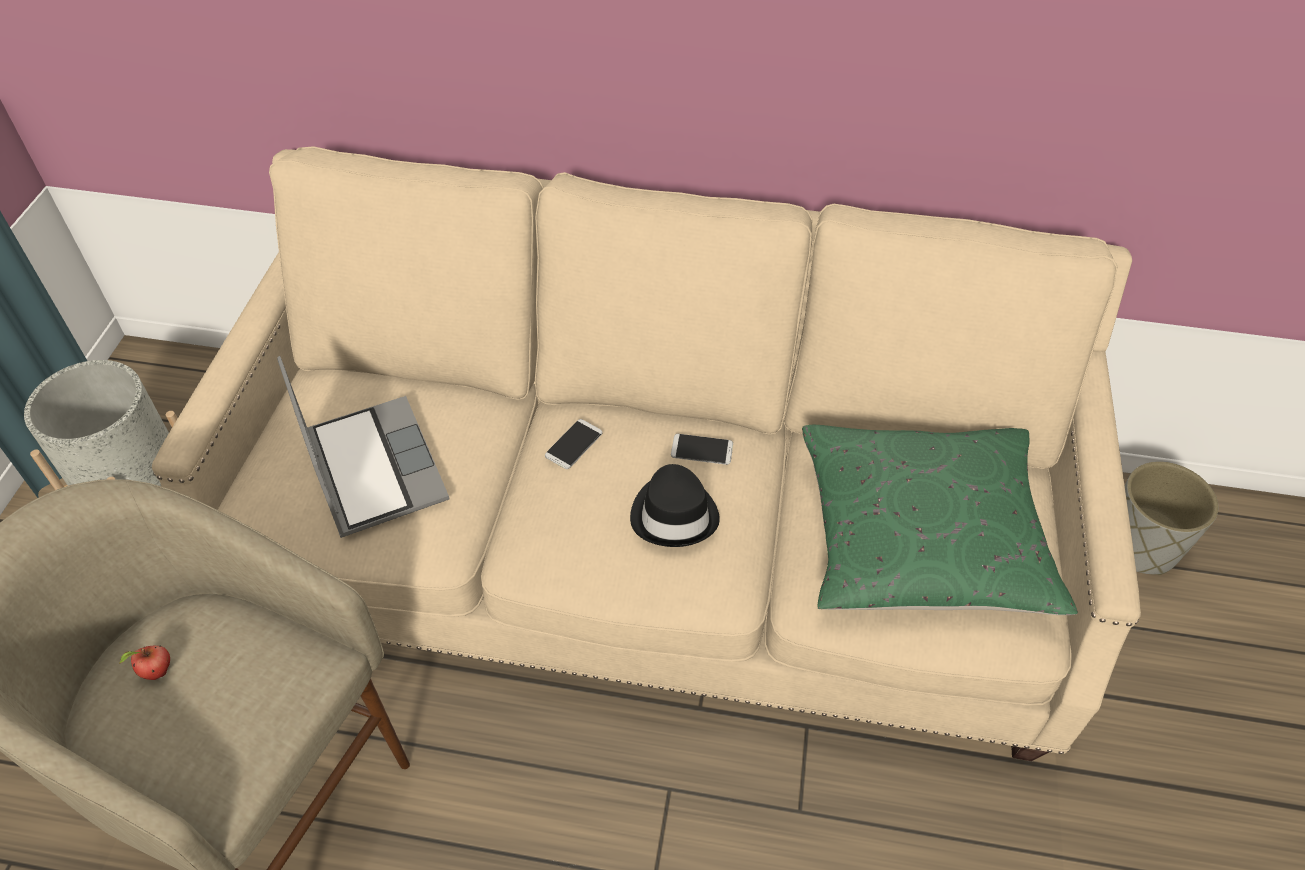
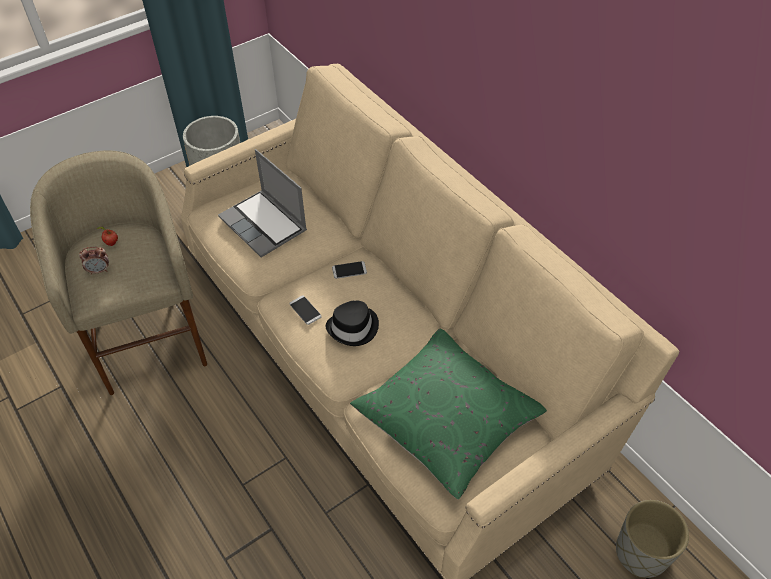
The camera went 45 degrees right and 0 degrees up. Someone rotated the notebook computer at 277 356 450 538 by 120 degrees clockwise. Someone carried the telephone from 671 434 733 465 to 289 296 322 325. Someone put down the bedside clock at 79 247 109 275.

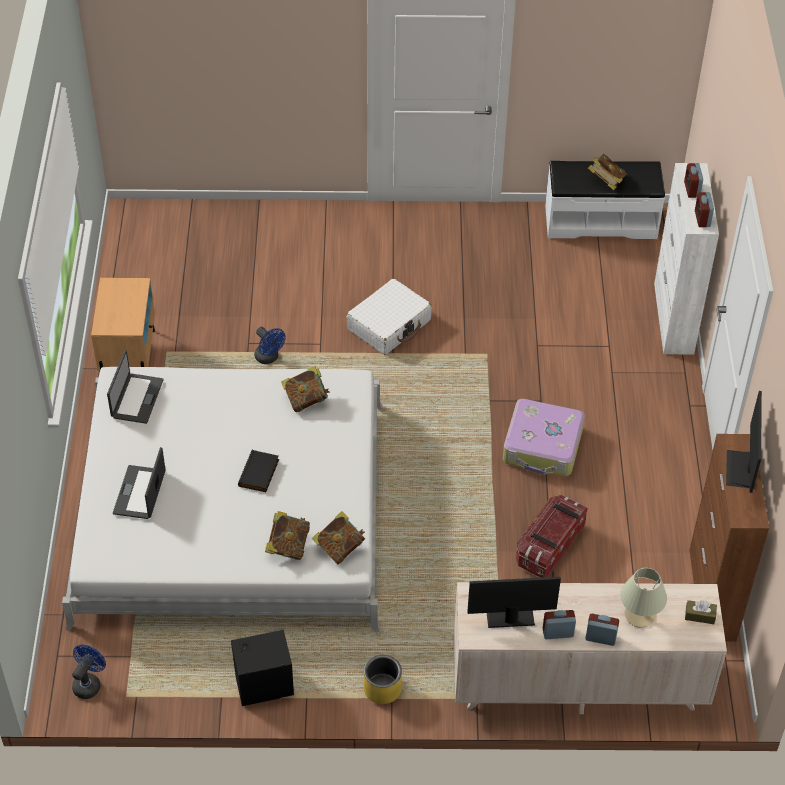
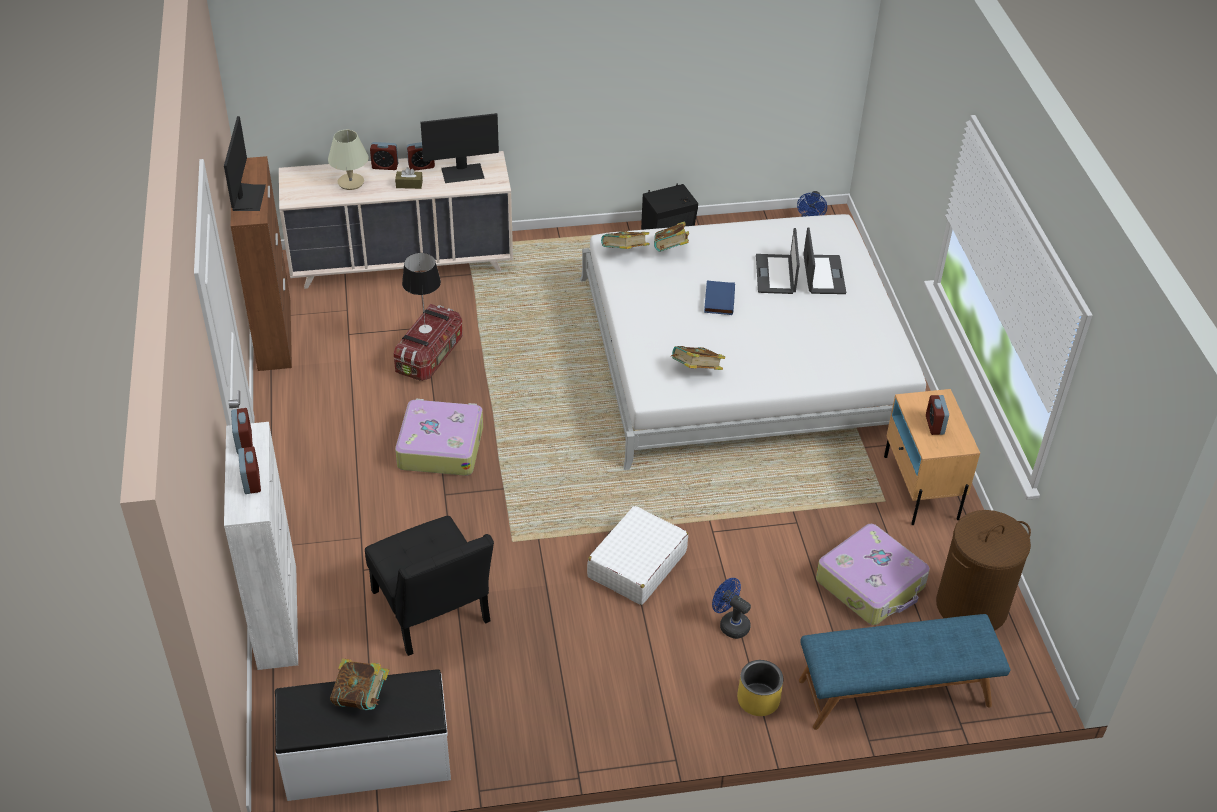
The camera went 170 degrees right and 5 degrees down. Someone carried the cooling fan in blue-coloured from 254 327 286 364 to 712 578 751 639. Someone carried the notebook computer from 107 350 163 424 to 756 228 800 294. Someone repainted the bound book in black at 238 450 279 492, which became the bound book in blue-coloured at 704 281 735 315. Someone carried the tissue holder in brown from 685 600 717 624 to 395 167 423 189. Someone carried the flower pot in yellowish from 364 655 402 704 to 737 660 783 716. Someone put down the tabletop lamp at 402 253 441 333. Someone put down the bedside clock at 926 395 949 435. Someone put down the hamper in brown at 936 510 1031 631. Someone put down the chair in black at 365 516 494 656. Someone put down the piece of luggage at 816 524 930 625. Someone put down the long seat in blue-coloured at 799 614 1010 730.

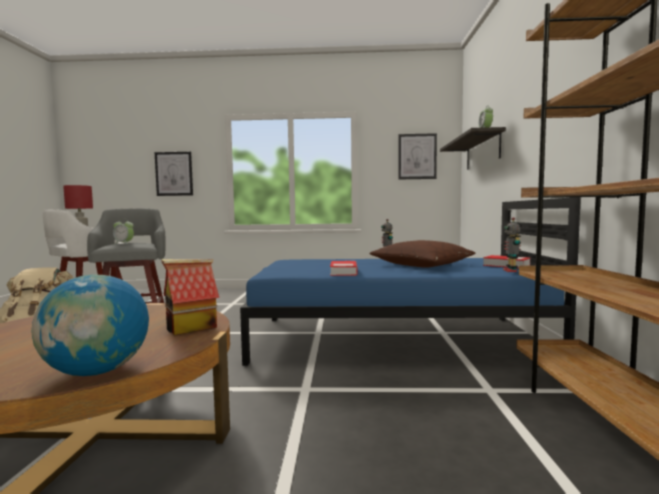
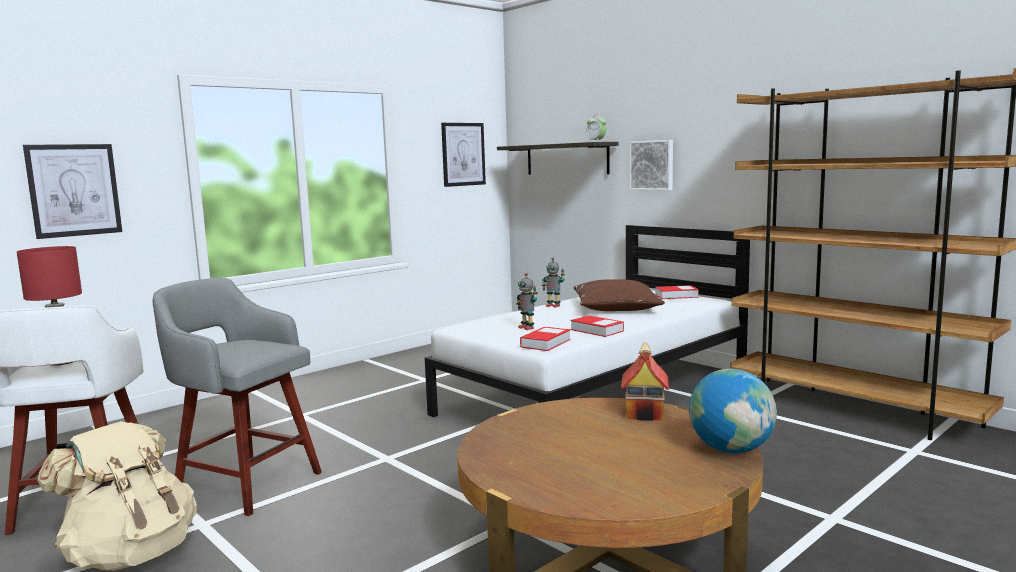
The camera went 45 degrees left and 5 degrees up. Someone repainted the bedroom bed in blue-coloured at 240 197 581 366, which became the bedroom bed in white at 425 225 750 417. Someone carried the toy robot from 503 217 521 272 to 516 273 538 330. Someone took away the bedside clock at 113 219 134 244. Someone put up the wall picture at 629 140 673 191. Someone put down the bound book at 520 327 571 351.

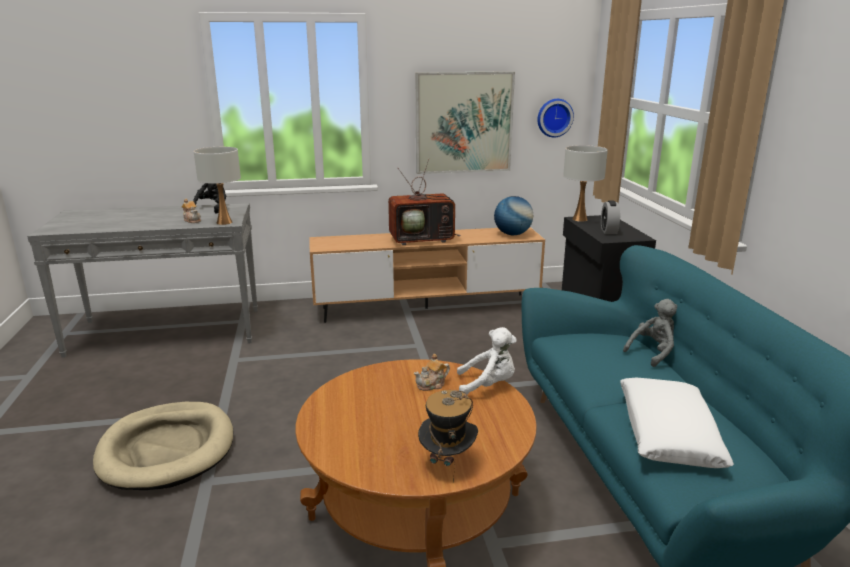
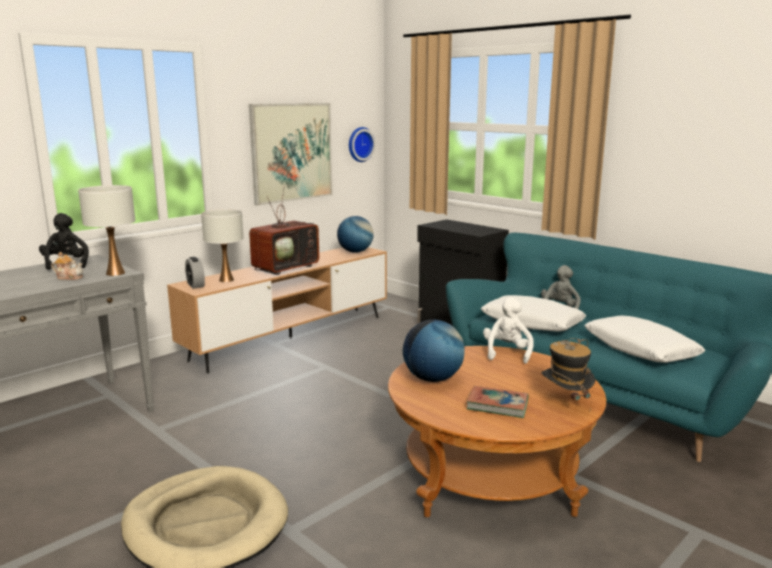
The camera went 35 degrees left and 5 degrees down. Someone carried the tabletop lamp in white from 563 145 608 222 to 201 209 244 282. Someone carried the bedside clock from 601 200 620 234 to 185 257 205 289. Someone rotated the soft toy in white at 457 327 517 394 by 45 degrees counterclockwise. Someone took away the tea pot at 414 354 450 391. Someone put down the throw pillow in white at 481 295 587 331. Someone put down the globe at 403 320 465 382. Someone put down the bound book at 467 386 529 418.

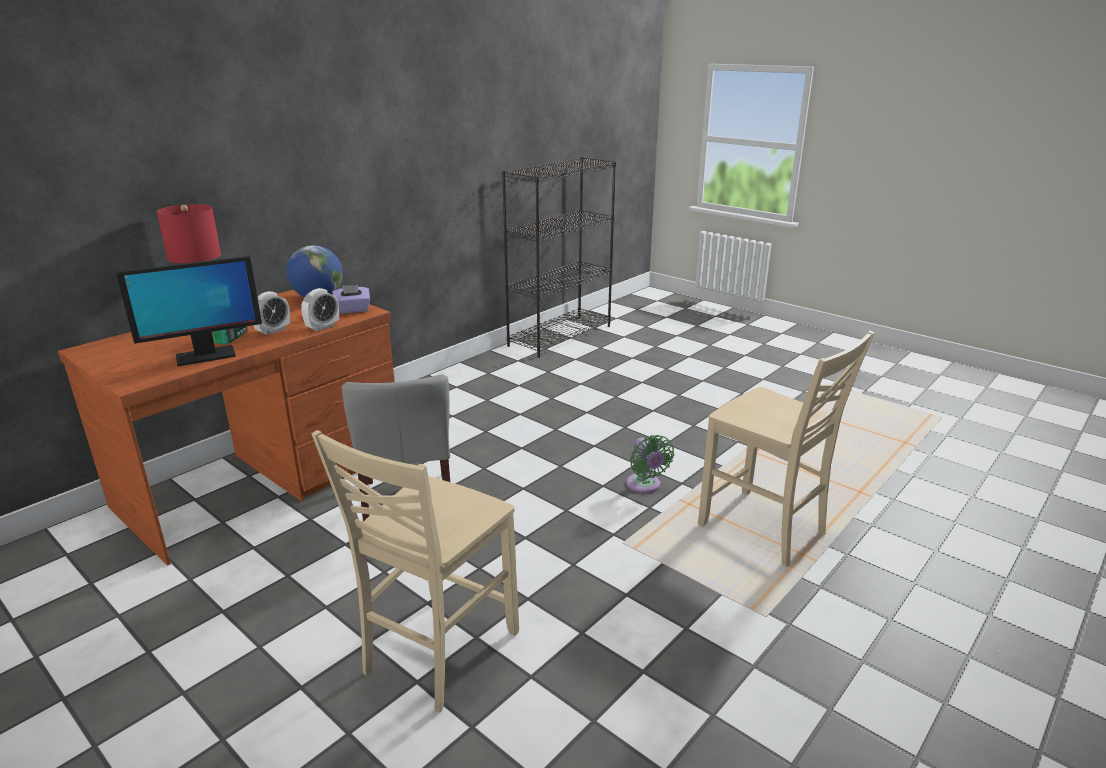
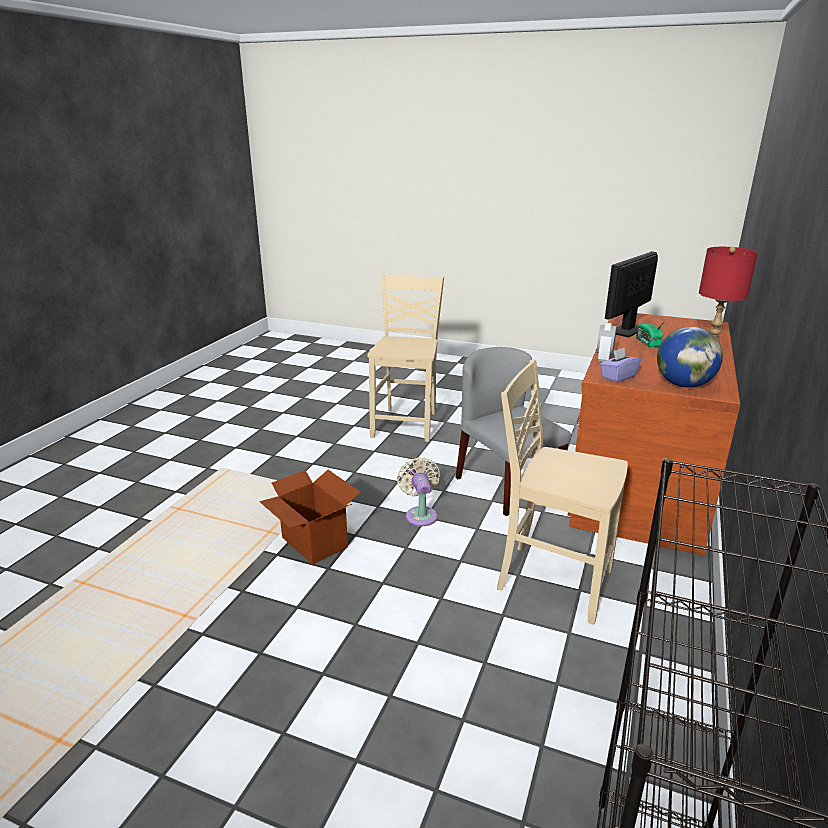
The camera went 160 degrees right and 0 degrees up. Someone took away the bedside clock at 254 291 290 335. Someone carried the chair in sand-coloured from 698 331 875 567 to 497 360 628 624. Someone swapped the cooling fan in green at 626 435 674 494 for the cardboard box at 259 470 361 565. Someone put down the cooling fan in sand-coloured at 397 457 440 526.

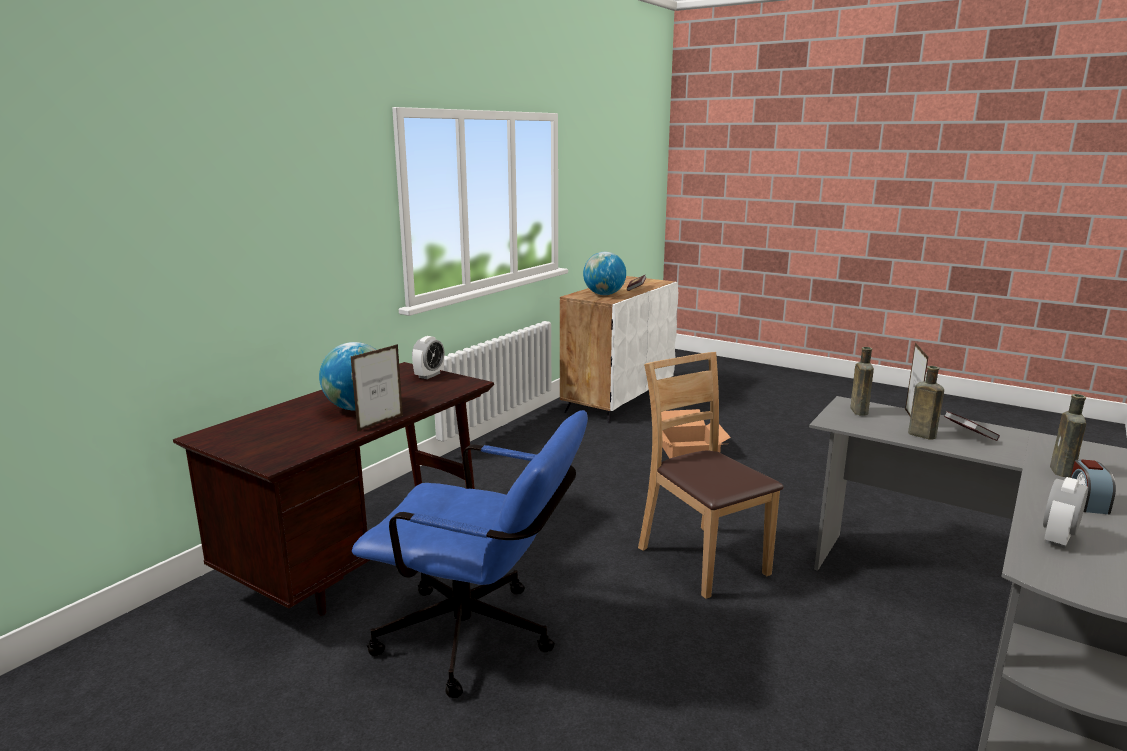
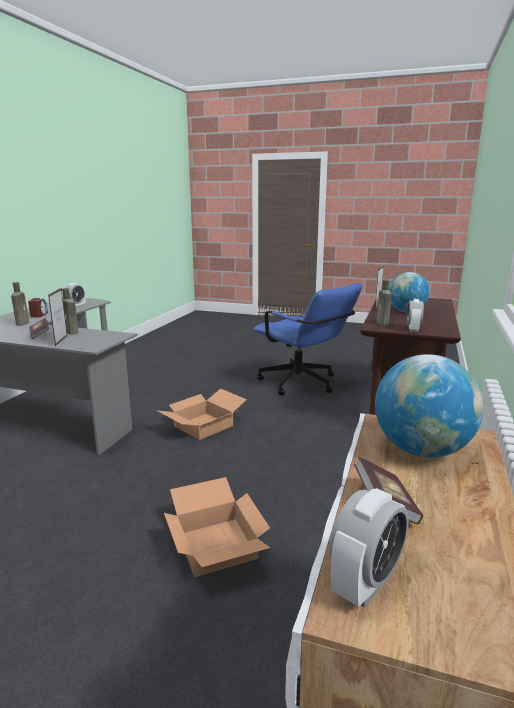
The camera went 165 degrees right and 0 degrees up. Someone carried the drink bottle in brown from 851 347 874 416 to 376 279 392 325. Someone swapped the chair in brown at 638 352 783 599 for the cardboard box at 156 389 247 440. Someone rotated the desk chair in blue-coloured at 352 410 588 698 by 135 degrees counterclockwise. Someone put down the bedside clock at 329 488 409 607.

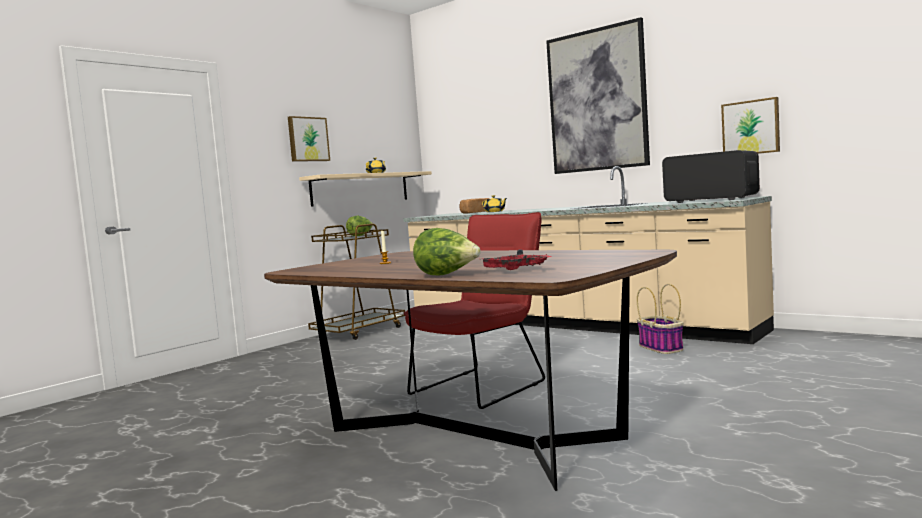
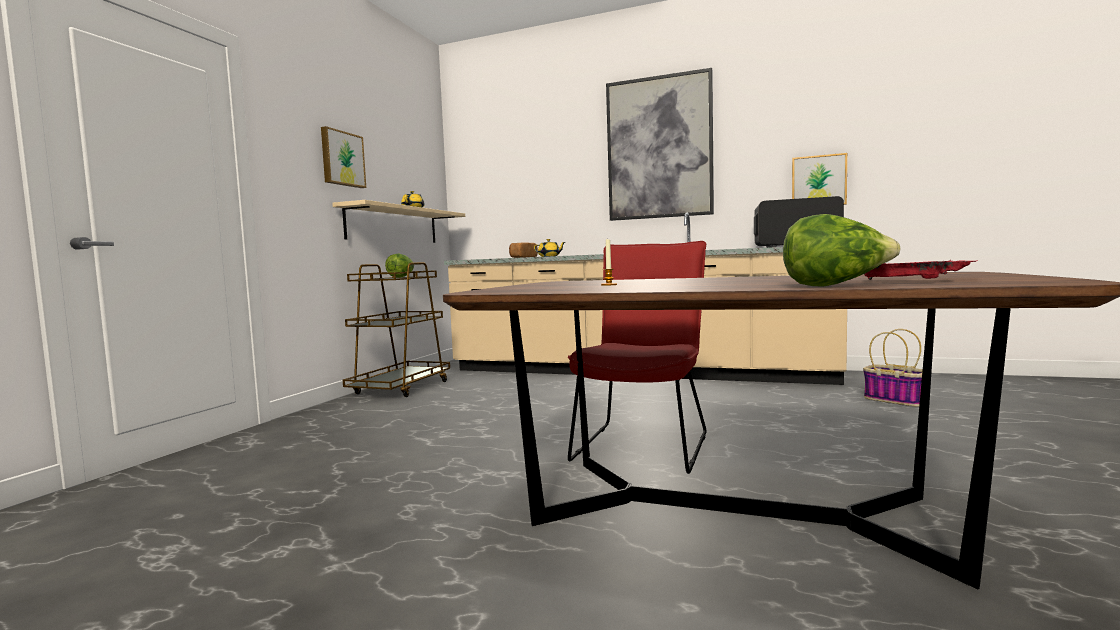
The camera went 20 degrees left and 0 degrees up. Someone carried the household basket from 637 284 683 354 to 863 329 923 407.

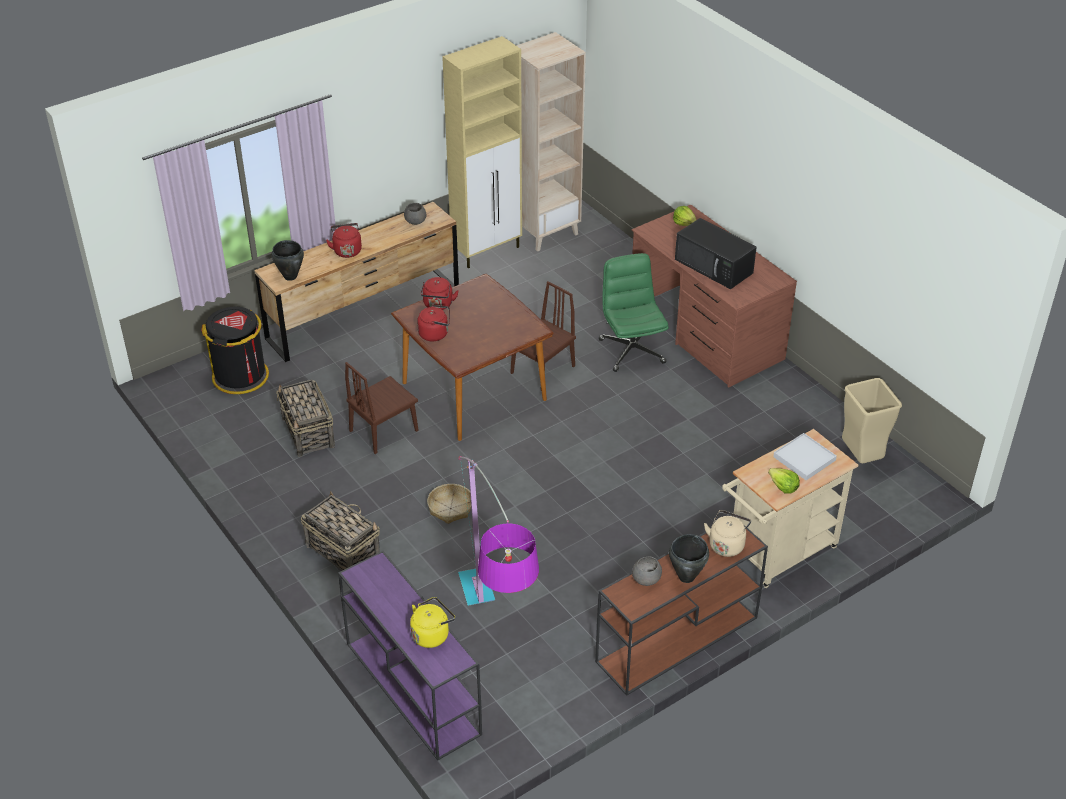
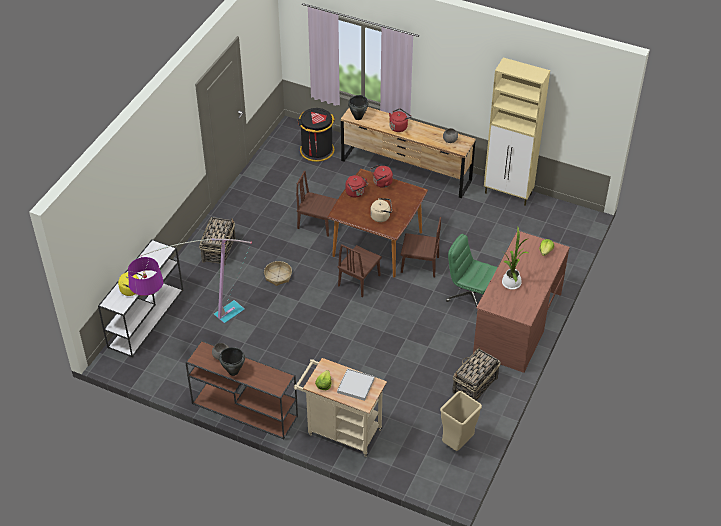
The camera went 60 degrees right and 5 degrees up. Someone took away the shelving unit in sand-coloured at 516 32 586 252. Someone swapped the microwave in black at 675 218 757 289 for the potted plant at 502 228 529 290. Someone rotated the desk chair in green at 599 253 669 372 by 105 degrees counterclockwise. Someone carried the household basket from 276 379 335 457 to 452 347 501 401. Someone carried the tea kettle in sand-coloured from 704 510 751 557 to 370 198 392 222. Someone repainted the narrow table in purple-coloured at 338 551 482 761, which became the narrow table in white at 98 239 183 357. Someone put down the chair in brown at 338 244 382 297.

